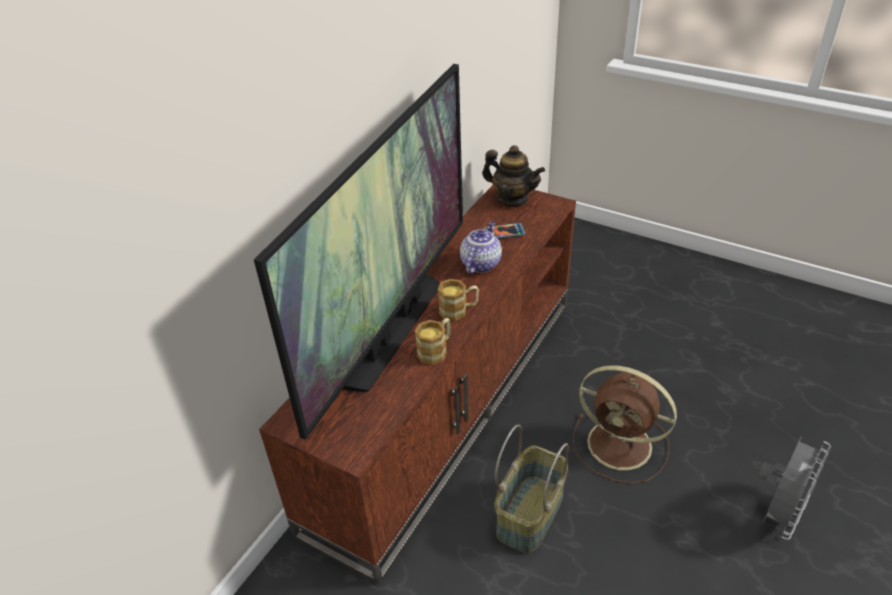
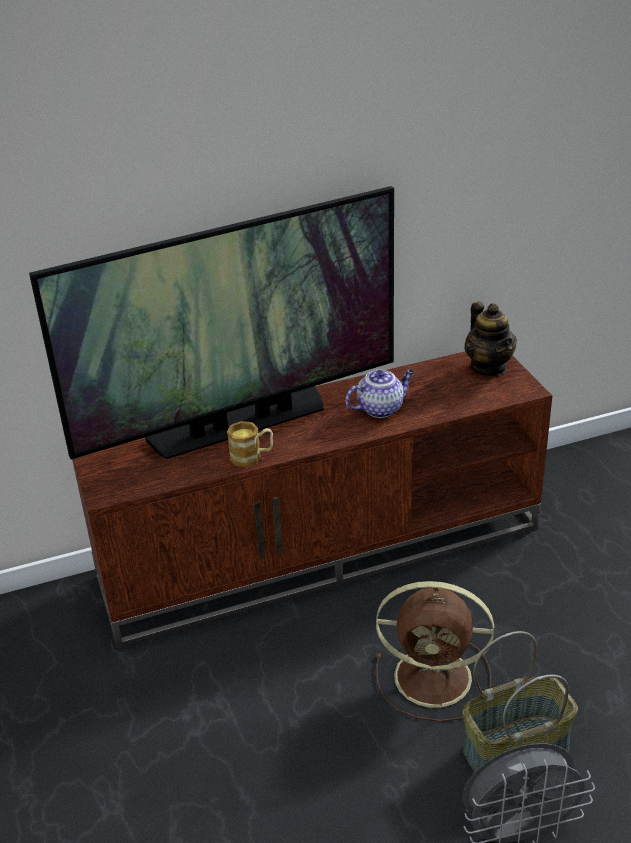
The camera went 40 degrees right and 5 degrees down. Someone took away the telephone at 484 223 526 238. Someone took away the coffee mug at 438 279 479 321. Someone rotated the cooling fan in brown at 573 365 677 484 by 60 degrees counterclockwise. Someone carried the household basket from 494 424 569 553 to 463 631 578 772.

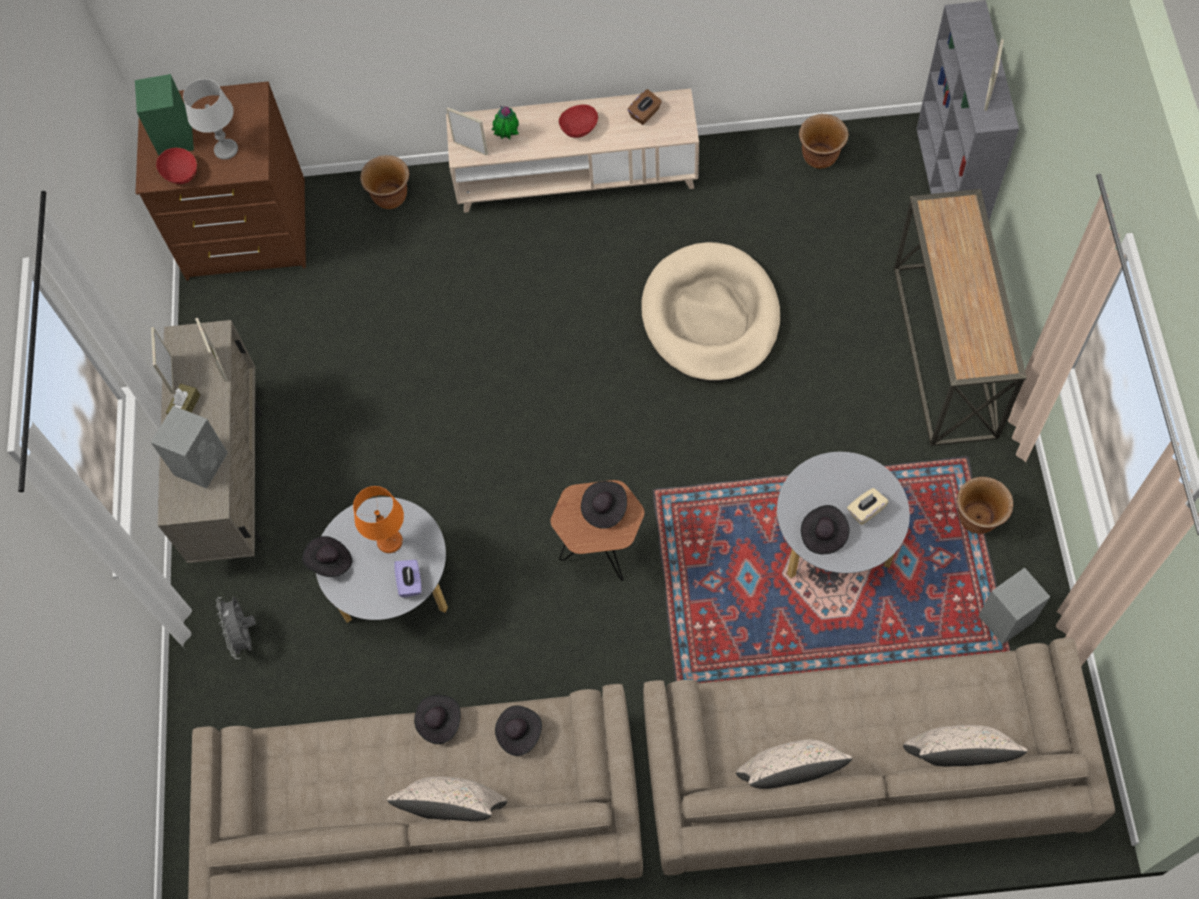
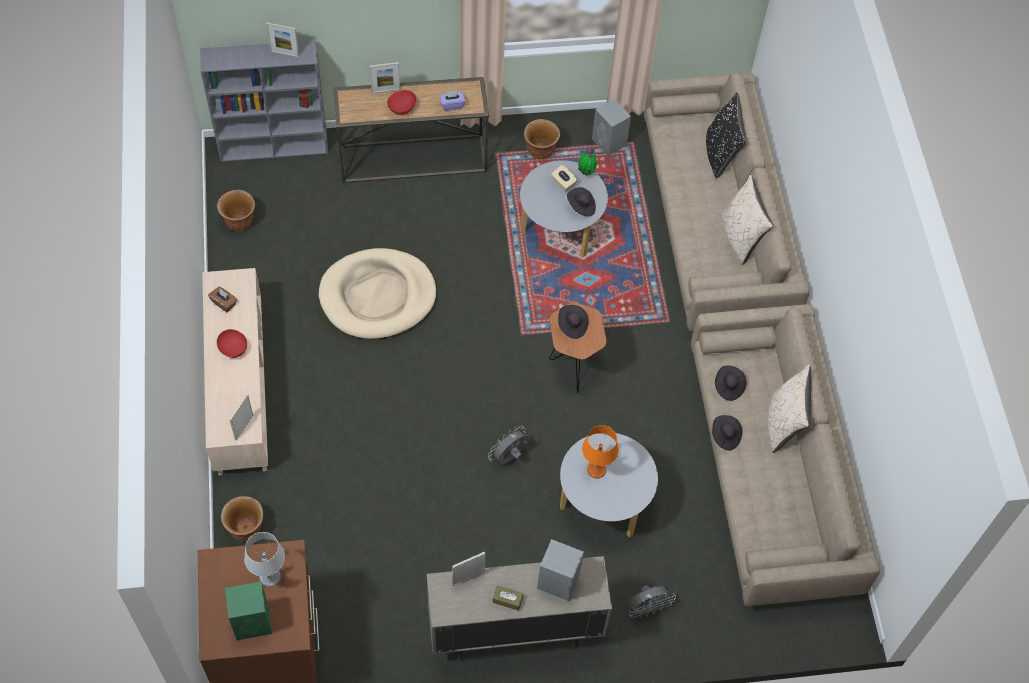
The camera went 100 degrees left and 5 degrees down. Someone carried the potted plant from 492 106 519 140 to 578 147 597 176. Someone carried the serving bowl in reddish from 156 148 197 184 to 387 90 416 115. Someone carried the standing frame from 151 327 174 394 to 370 62 400 93. Someone took away the wearable hat in black at 302 536 352 577. Someone carried the tissue holder in purple-coloured from 394 560 421 598 to 440 91 466 111. Someone repainted the throw pillow in sand-coloured at 903 725 1028 766, which became the throw pillow in black at 706 93 747 178. Someone put down the cooling fan in gray at 488 426 529 466.

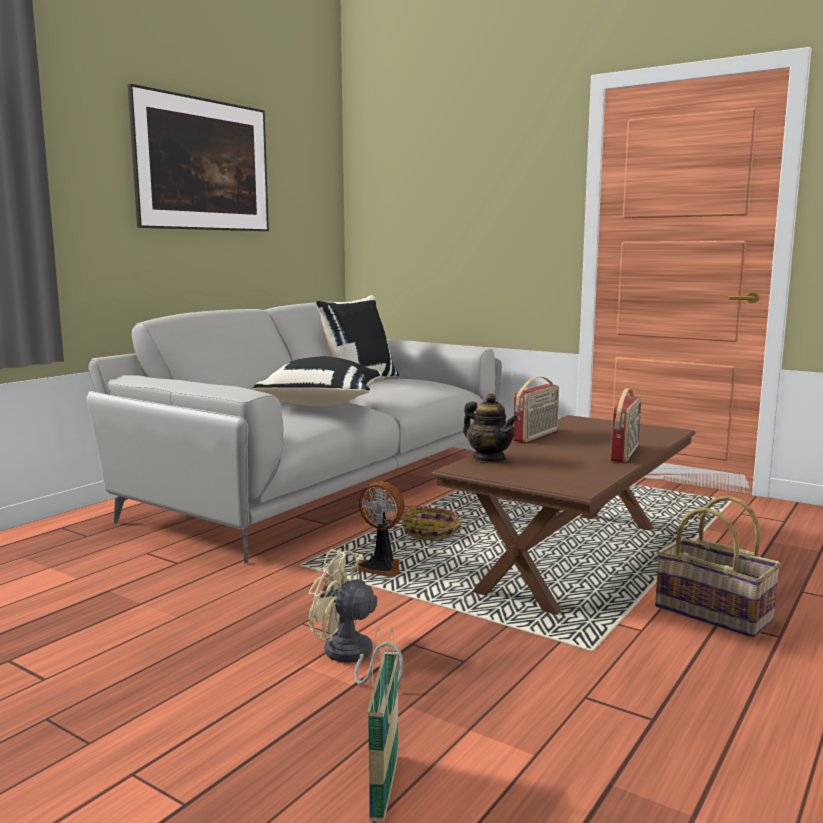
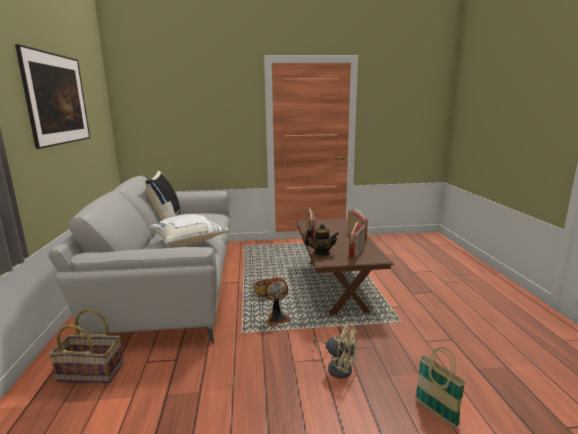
The camera went 40 degrees left and 5 degrees up. Someone repainted the throw pillow in black at 253 357 382 406, which became the throw pillow in white at 149 214 229 246. Someone carried the household basket from 655 495 781 638 to 49 309 124 383. Someone rotated the cooling fan in sand-coloured at 309 549 404 687 by 135 degrees counterclockwise. Someone put down the radio at 349 222 366 259.

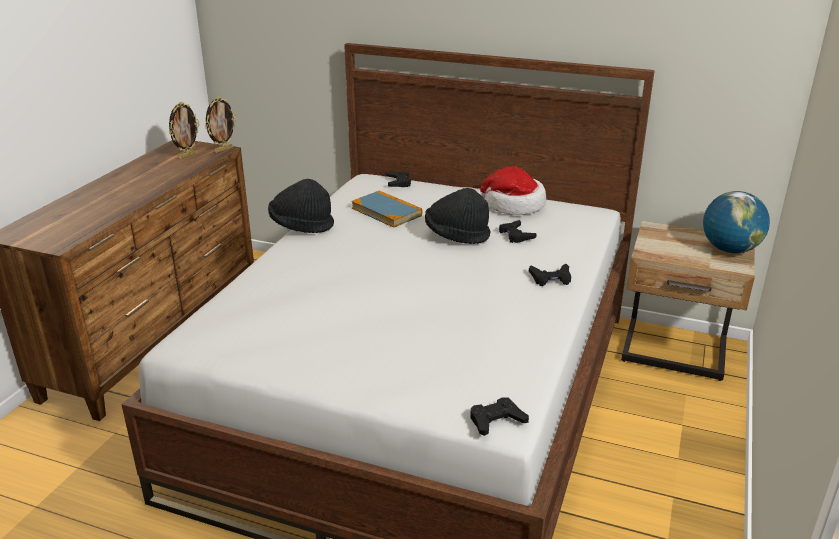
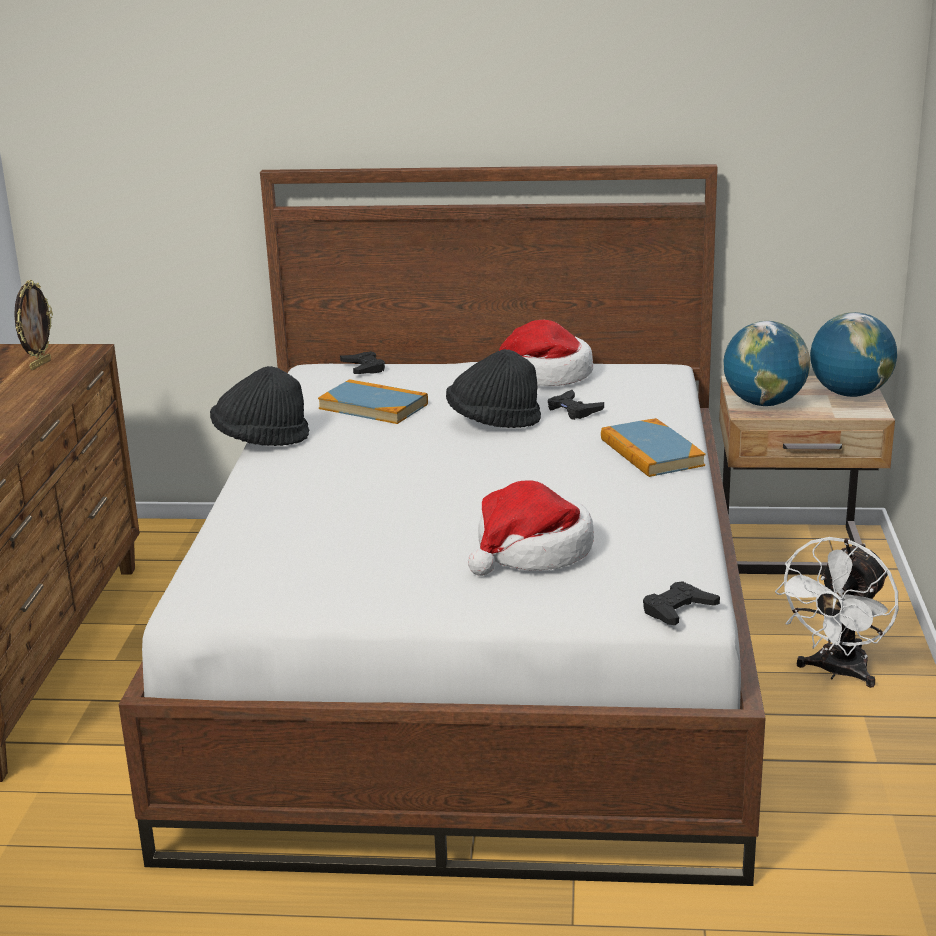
The camera went 15 degrees left and 5 degrees down. Someone took away the standing frame at 205 97 237 153. Someone swapped the game controller in black at 529 264 571 286 for the bound book at 601 418 706 477. Someone put down the globe at 723 321 810 406. Someone put down the wearable hat at 468 480 594 576. Someone put down the cooling fan in white at 775 537 898 688.

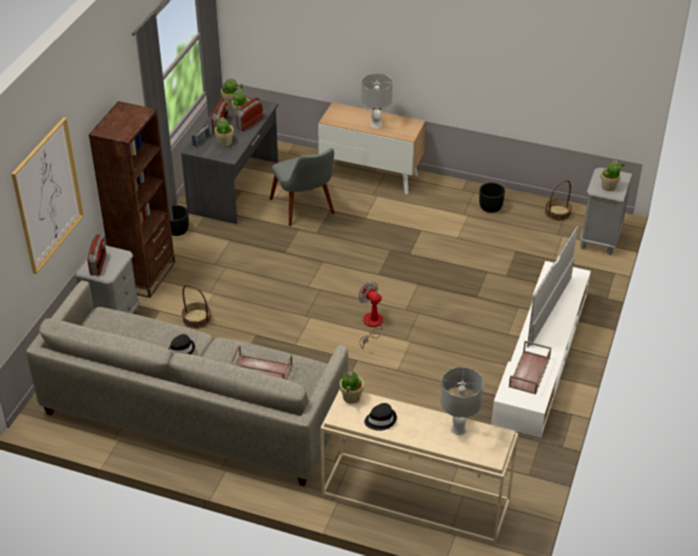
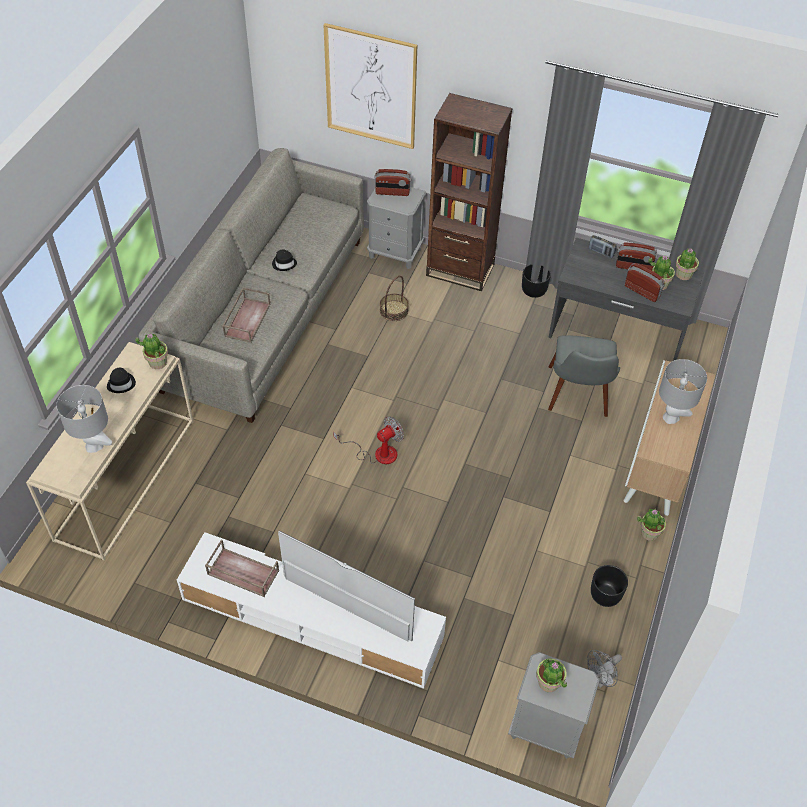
The camera went 90 degrees right and 10 degrees up. Someone carried the potted plant from 215 117 234 146 to 637 509 666 541. Someone rotated the chair in gray at 270 148 335 226 by 60 degrees counterclockwise. Someone swapped the household basket at 545 180 572 221 for the cooling fan in gray at 587 650 622 688.

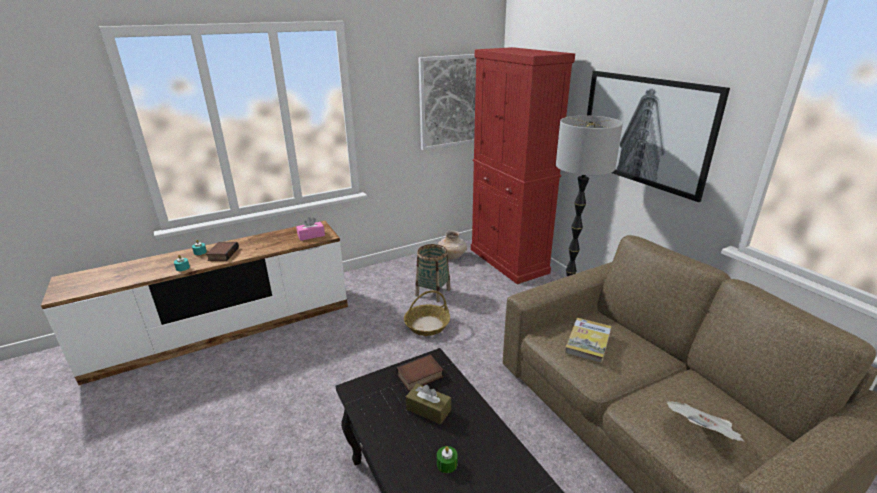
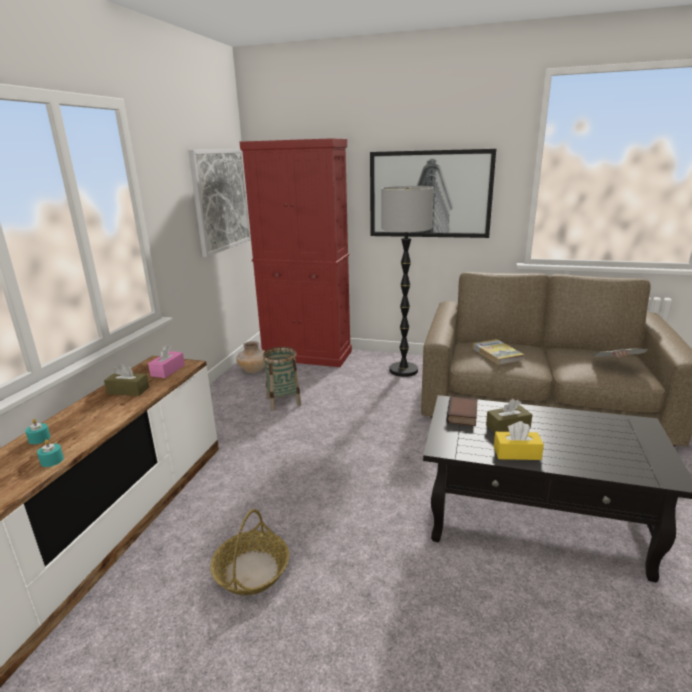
The camera went 45 degrees left and 5 degrees down. Someone took away the bound book at 206 242 239 261. Someone carried the household basket from 404 290 450 336 to 210 509 289 595. Someone took away the wax candle in green at 437 446 458 473. Someone put down the tissue holder in brown at 104 364 149 396. Someone put down the tissue holder in yellowish at 494 421 544 460.

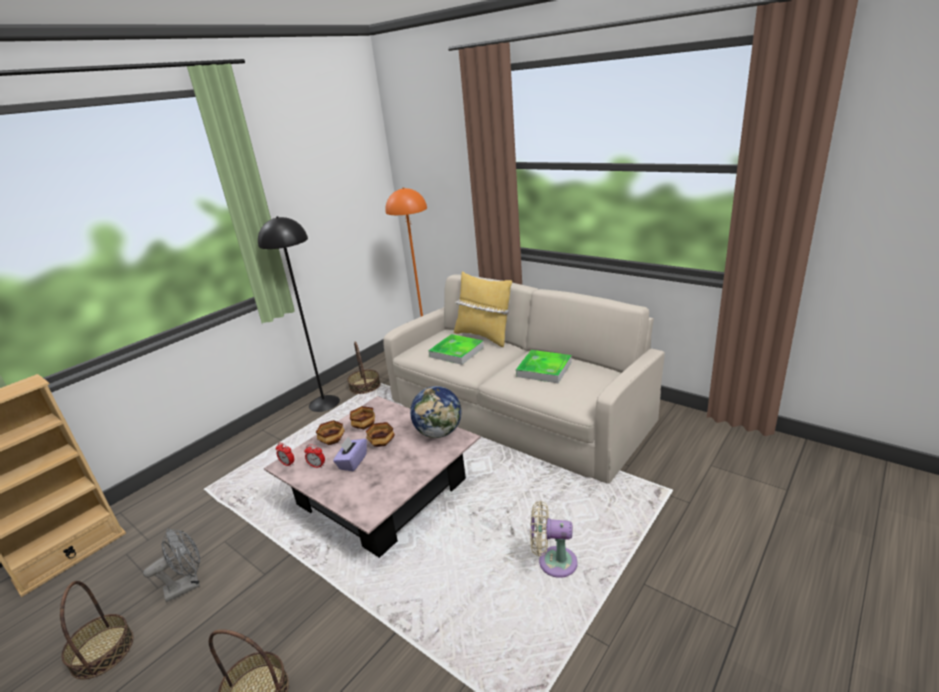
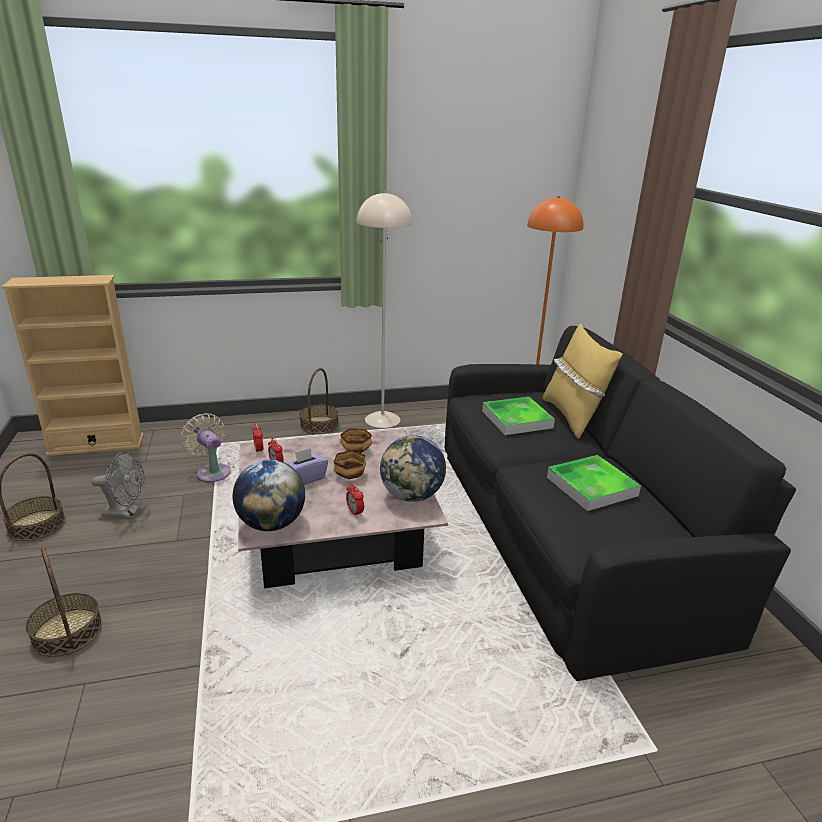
The camera went 35 degrees right and 0 degrees up. Someone repainted the floor lamp in black at 258 216 340 412, which became the floor lamp in sand-coloured at 357 192 412 428. Someone repainted the sofa in sand-coloured at 384 274 665 484, which became the sofa in black at 445 326 796 681. Someone carried the household basket from 347 342 380 394 to 299 368 339 434. Someone took away the serving bowl at 316 420 345 445. Someone carried the cooling fan in sand-coloured from 530 501 578 578 to 181 413 231 483. Someone put down the globe at 233 459 305 531. Someone put down the bedside clock at 346 482 364 517.

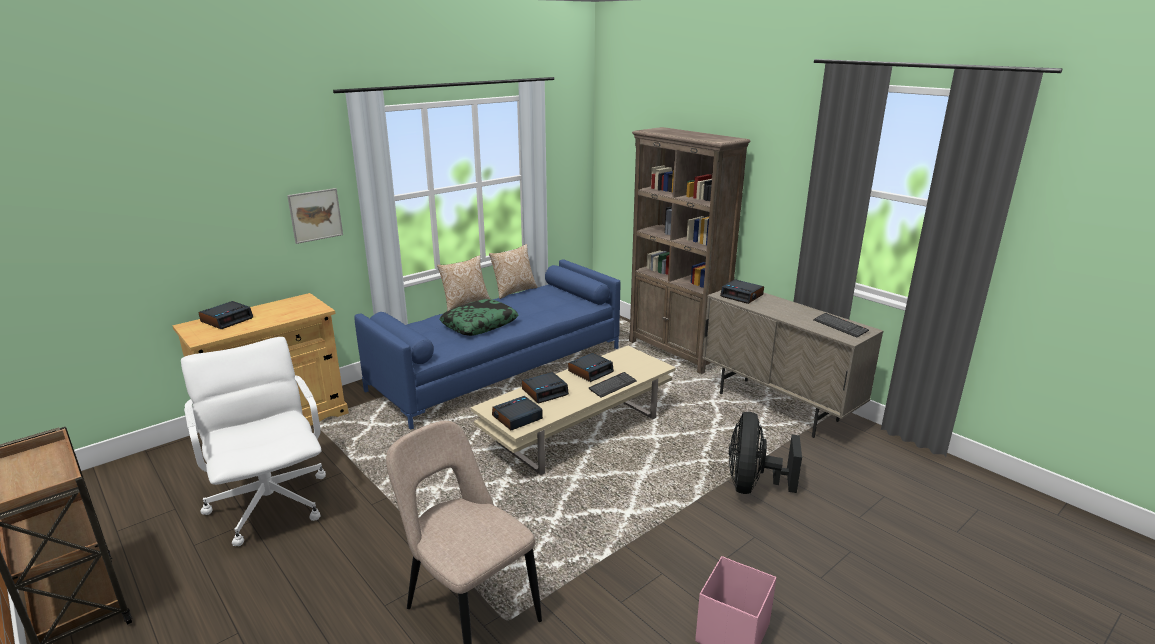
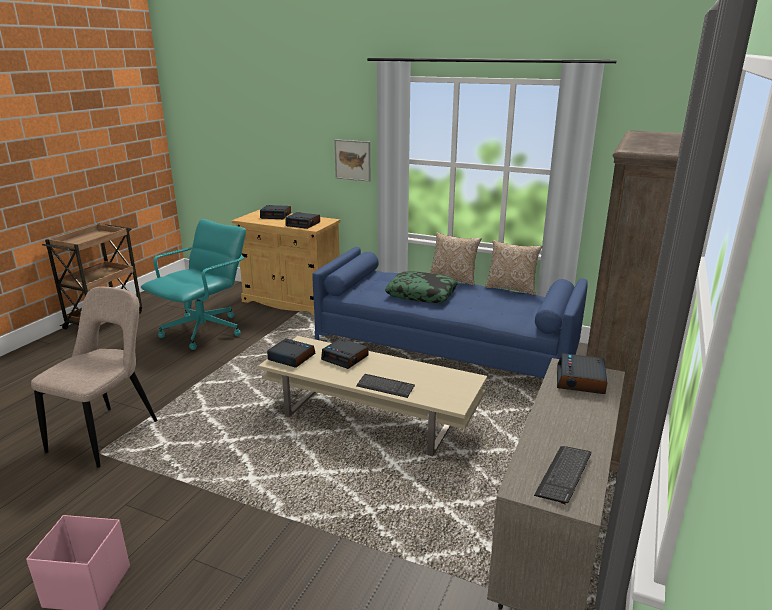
The camera went 65 degrees right and 0 degrees up. Someone repainted the desk chair in white at 181 337 326 546, which became the desk chair in turquoise-coloured at 141 219 246 350. Someone carried the bedside clock from 568 353 614 382 to 285 212 320 229. Someone took away the cooling fan in black at 729 412 802 494.

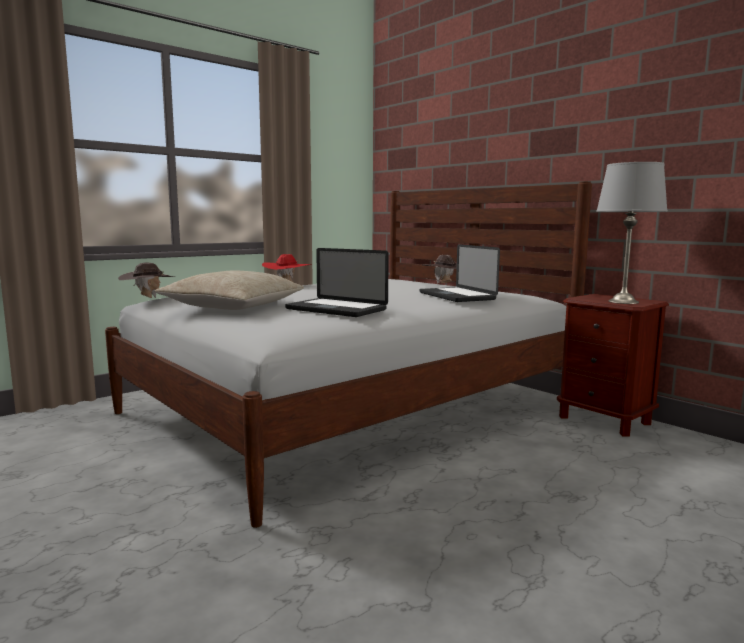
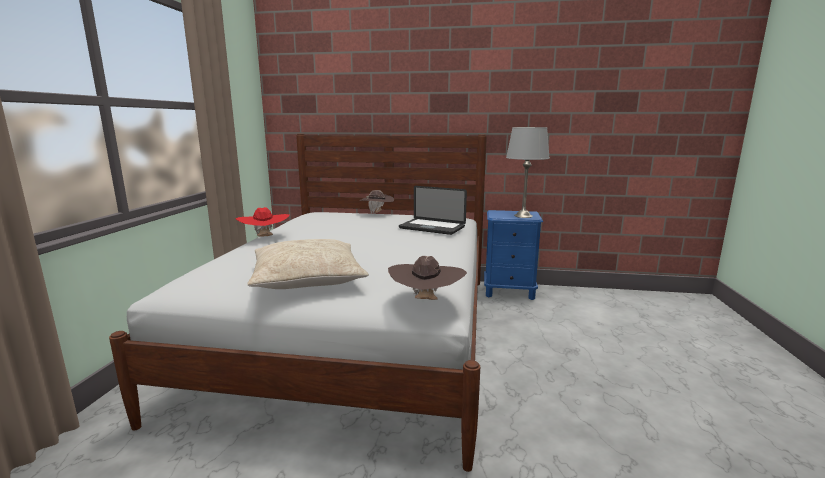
The camera went 40 degrees left and 5 degrees up. Someone took away the notebook computer at 285 248 389 317. Someone carried the wearable hat in brown from 118 263 174 298 to 388 256 467 300. Someone repainted the night table in brown at 557 294 669 437, which became the night table in blue-coloured at 484 210 543 300.

